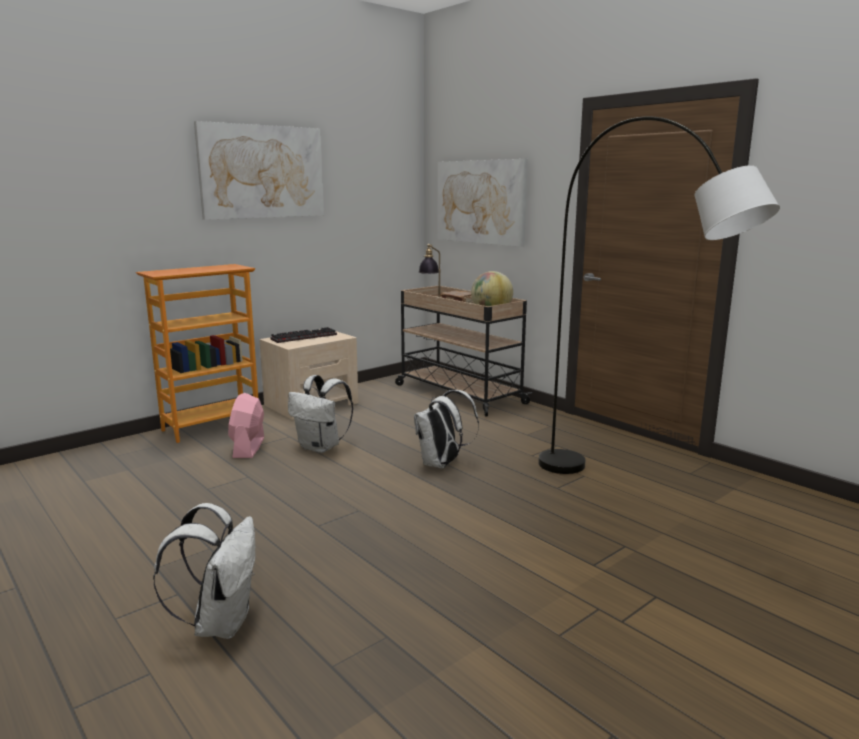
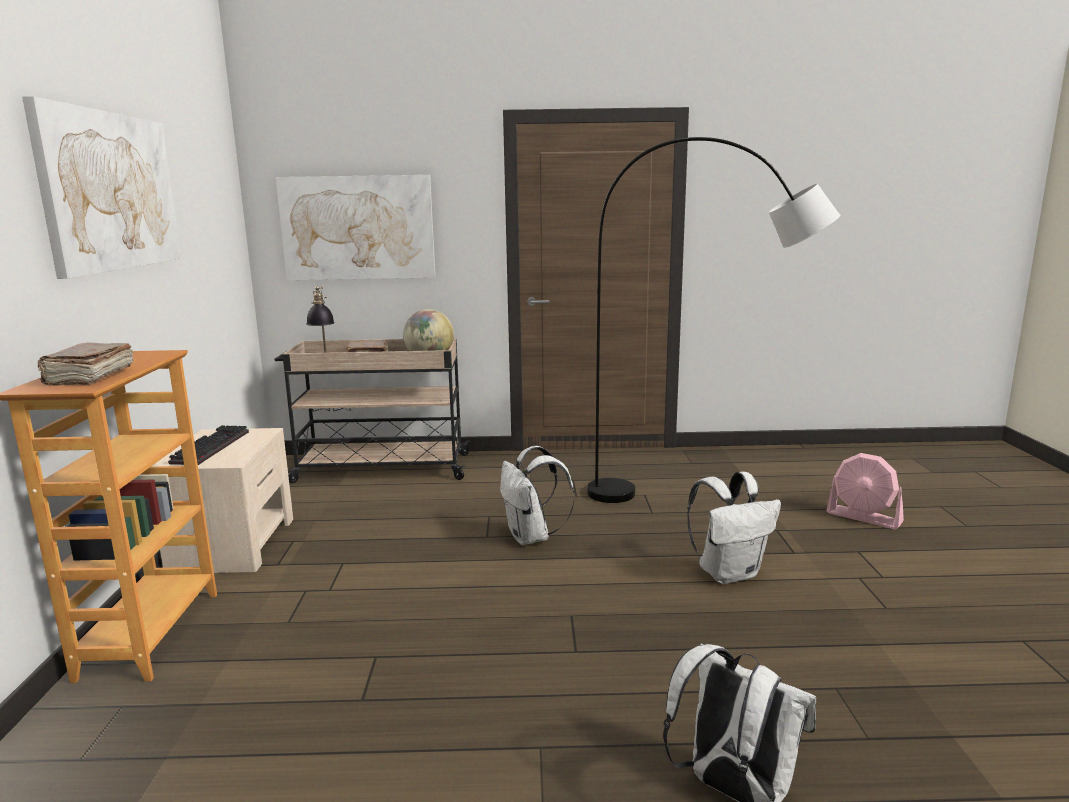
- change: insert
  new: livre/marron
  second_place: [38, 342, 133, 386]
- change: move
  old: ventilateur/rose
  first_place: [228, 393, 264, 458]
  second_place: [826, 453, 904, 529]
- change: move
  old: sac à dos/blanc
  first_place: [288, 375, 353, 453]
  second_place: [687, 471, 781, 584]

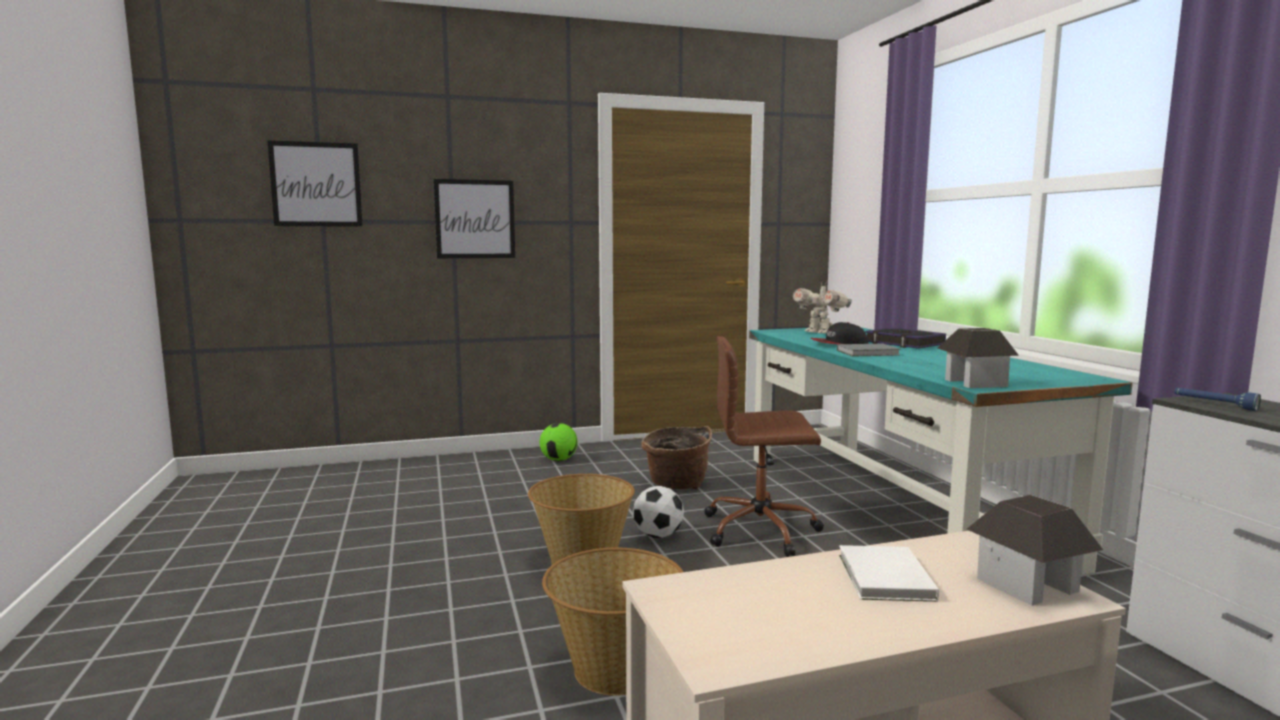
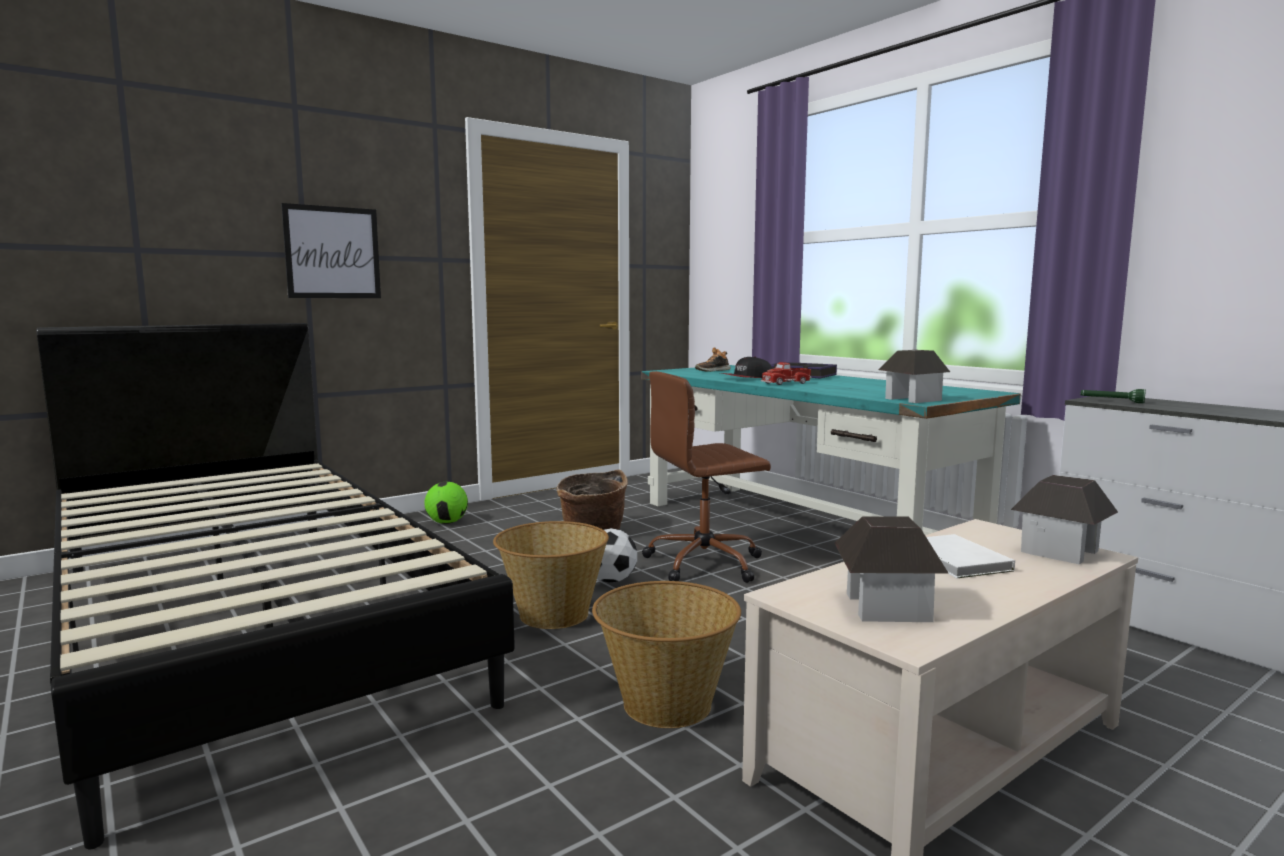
- change: delete
  old: tableau
  first_place: [267, 140, 363, 227]
- change: insert
  new: lit/noir
  second_place: [36, 323, 515, 849]
- change: insert
  new: maison miniature
  second_place: [835, 516, 949, 622]
- change: replace
  old: robot jouet
  new: chaussure
  first_place: [793, 281, 852, 334]
  second_place: [695, 347, 731, 372]
- change: replace
  old: livre/gris
  new: camion jouet
  first_place: [837, 344, 901, 357]
  second_place: [761, 362, 811, 385]
- change: recolor
  old: lampe de poche/bleu
  new: lampe de poche/vert
  first_place: [1175, 388, 1261, 411]
  second_place: [1080, 389, 1146, 403]

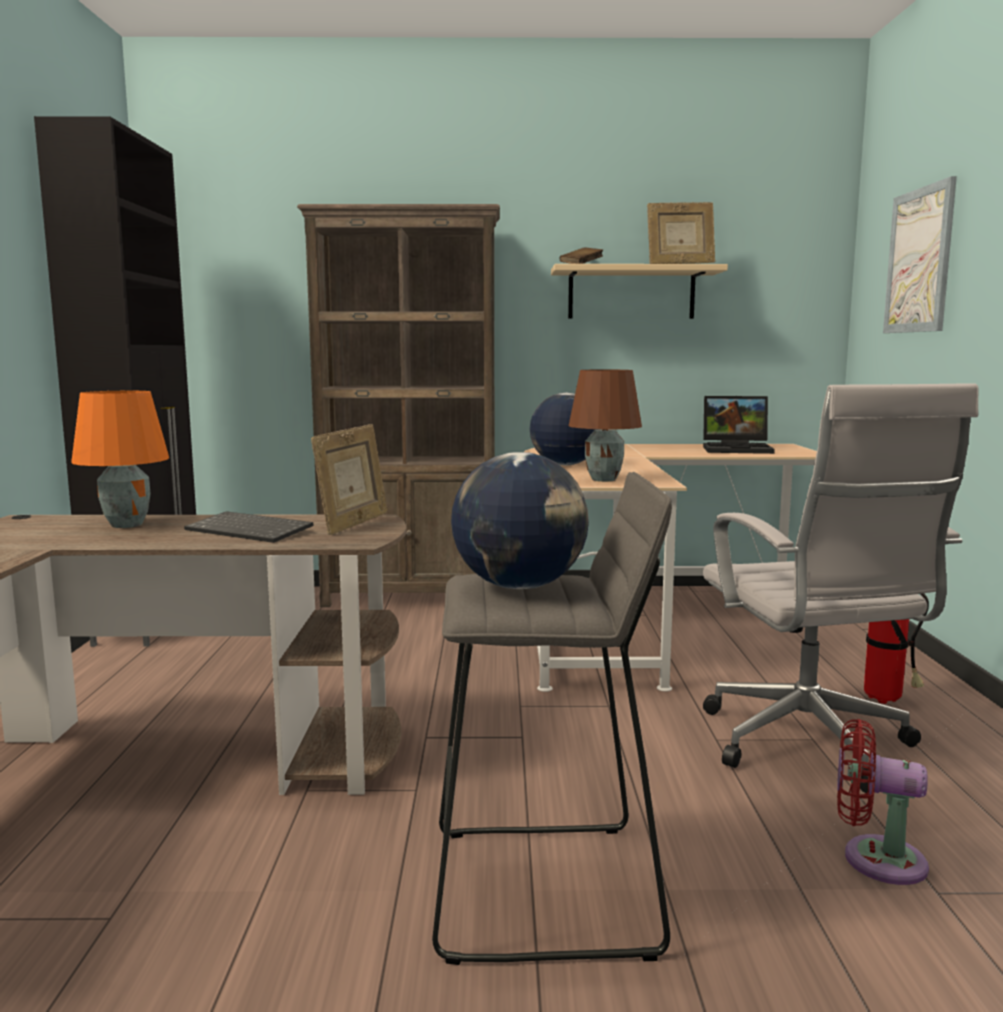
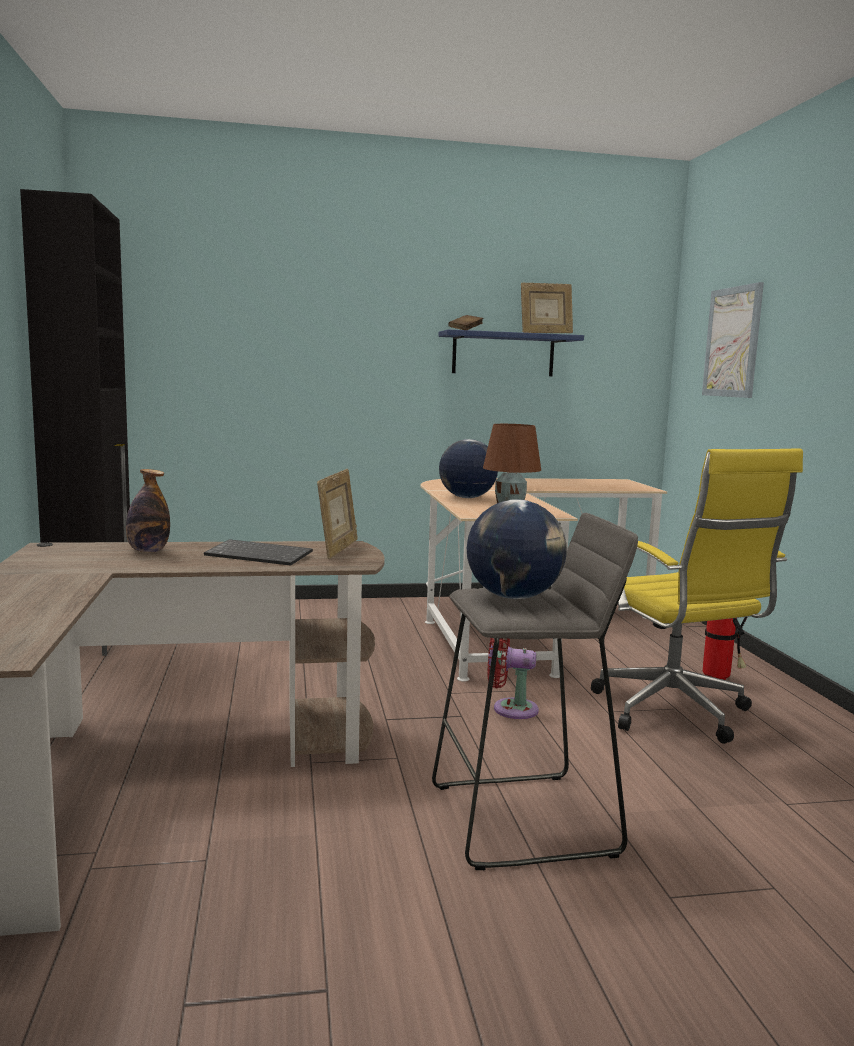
- change: delete
  old: bibliothèque/marron
  first_place: [297, 204, 500, 607]
- change: delete
  old: ordinateur portable
  first_place: [703, 396, 775, 454]
- change: move
  old: ventilateur/rouge
  first_place: [837, 719, 929, 885]
  second_place: [487, 638, 539, 719]
- change: replace
  old: lampe de table/orange
  new: bouteille
  first_place: [71, 391, 169, 528]
  second_place: [126, 469, 170, 552]
- change: recolor
  old: étagère/beige
  new: étagère/bleu
  first_place: [551, 264, 728, 319]
  second_place: [438, 329, 584, 376]
- change: recolor
  old: chaise de bureau/blanc
  new: chaise de bureau/jaune
  first_place: [703, 383, 979, 793]
  second_place: [591, 449, 803, 744]

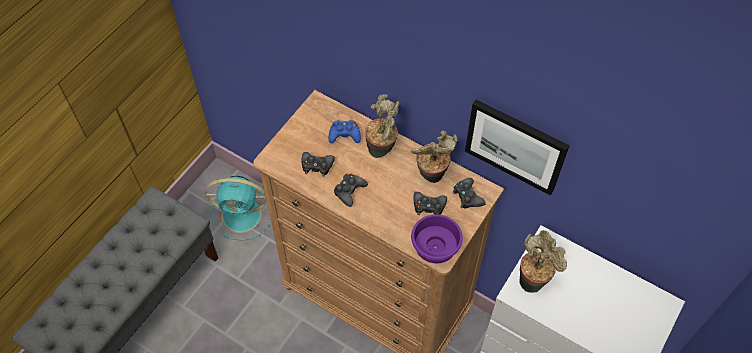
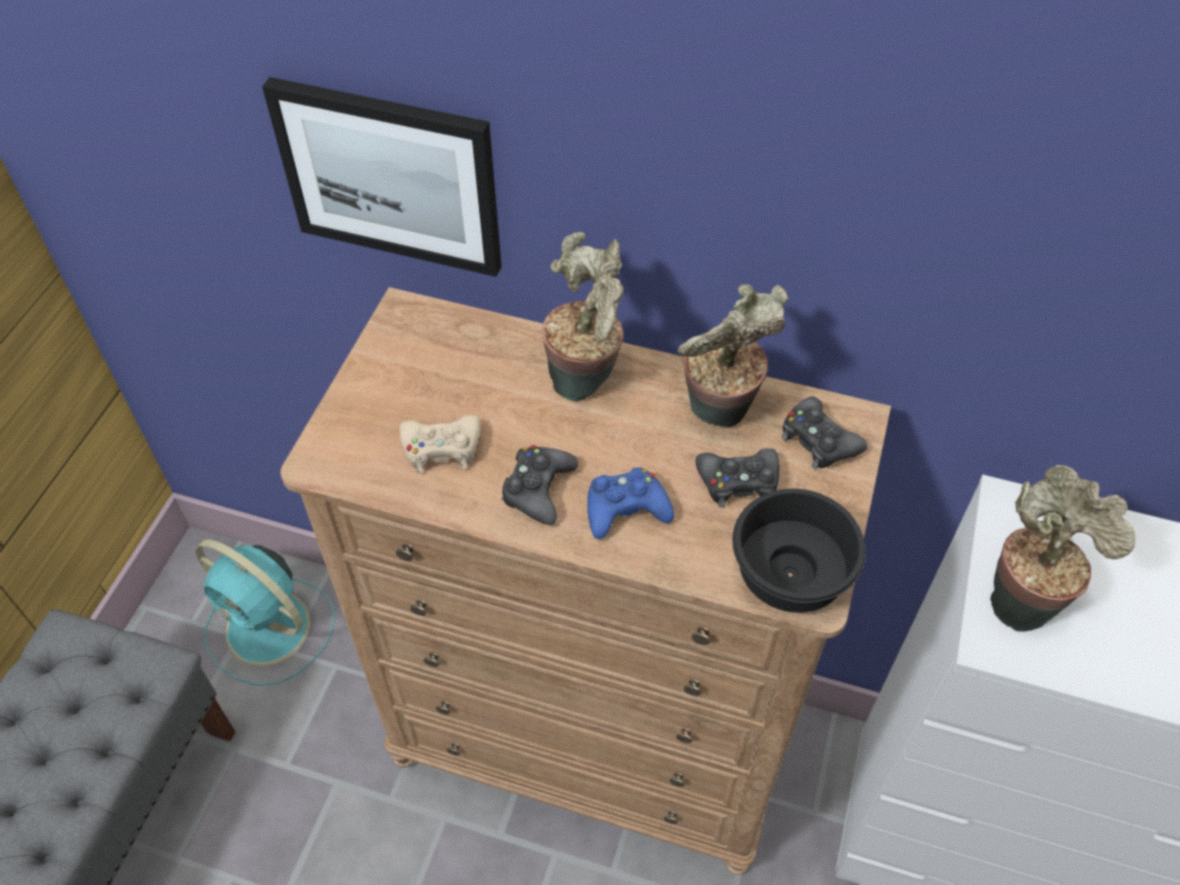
- change: move
  old: manette/bleu
  first_place: [328, 120, 361, 143]
  second_place: [587, 467, 674, 539]
- change: move
  old: tableau
  first_place: [465, 99, 570, 196]
  second_place: [262, 77, 502, 277]
- change: recolor
  old: manette/noir
  new: manette/beige
  first_place: [302, 152, 335, 177]
  second_place: [400, 415, 481, 473]
- change: recolor
  old: bol/violet
  new: bol/noir
  first_place: [411, 214, 463, 263]
  second_place: [732, 489, 866, 613]
- change: rotate
  old: ventilateur/turquoise
  first_place: [205, 176, 271, 240]
  second_place: [195, 539, 335, 686]
  degrees: 45

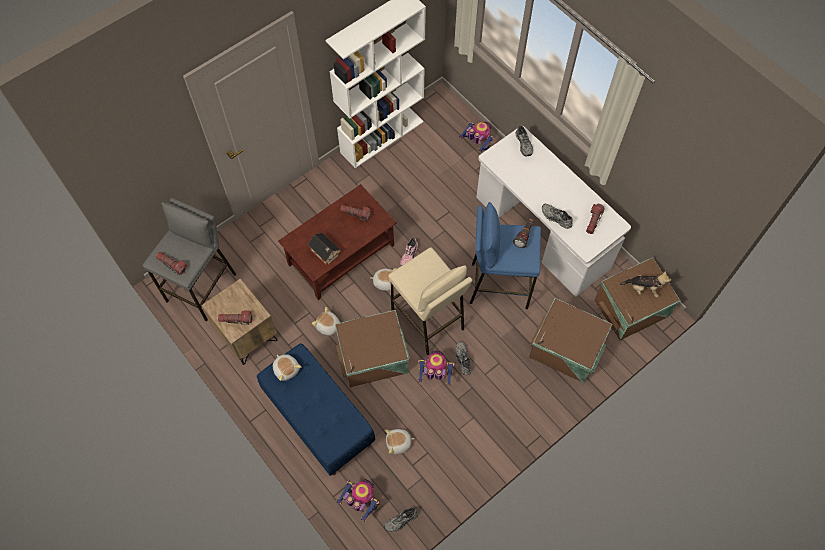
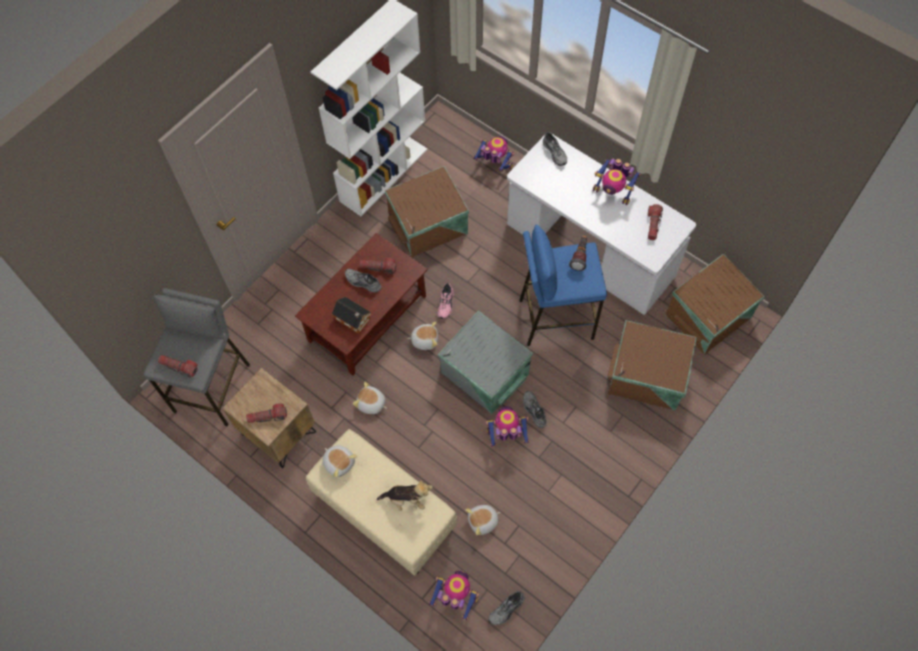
- change: insert
  new: robot jouet
  second_place: [593, 159, 641, 205]
- change: move
  old: boîte de rangement/marron
  first_place: [335, 310, 410, 388]
  second_place: [384, 166, 469, 258]
- change: move
  old: chaussure/gris
  first_place: [542, 204, 573, 229]
  second_place: [345, 269, 382, 293]
- change: move
  old: peluche
  first_place: [620, 271, 671, 297]
  second_place: [377, 480, 433, 511]
- change: replace
  old: tabouret/beige
  new: boîte de rangement/gris
  first_place: [388, 247, 472, 355]
  second_place: [438, 310, 533, 415]
- change: recolor
  old: banc/bleu
  new: banc/beige
  first_place: [257, 343, 375, 476]
  second_place: [306, 429, 457, 576]

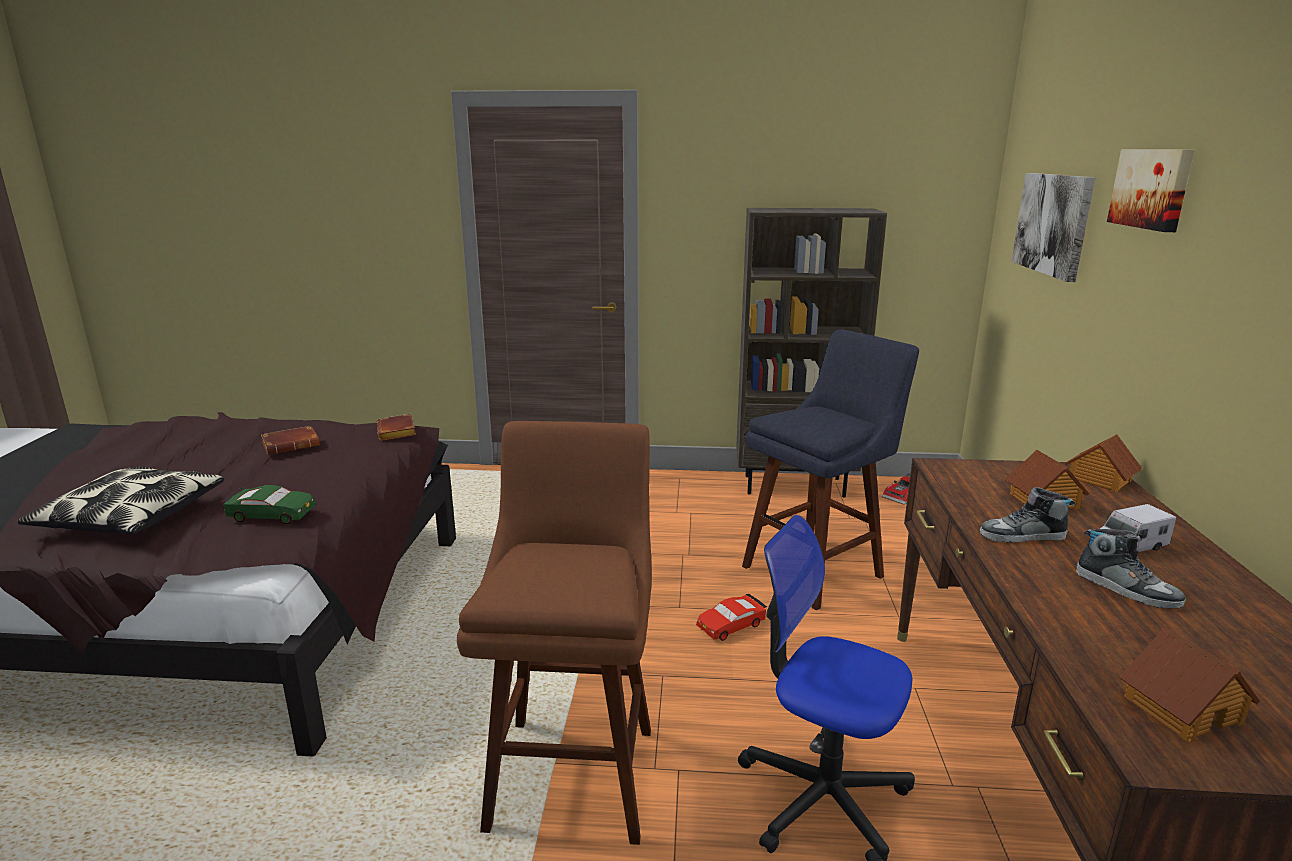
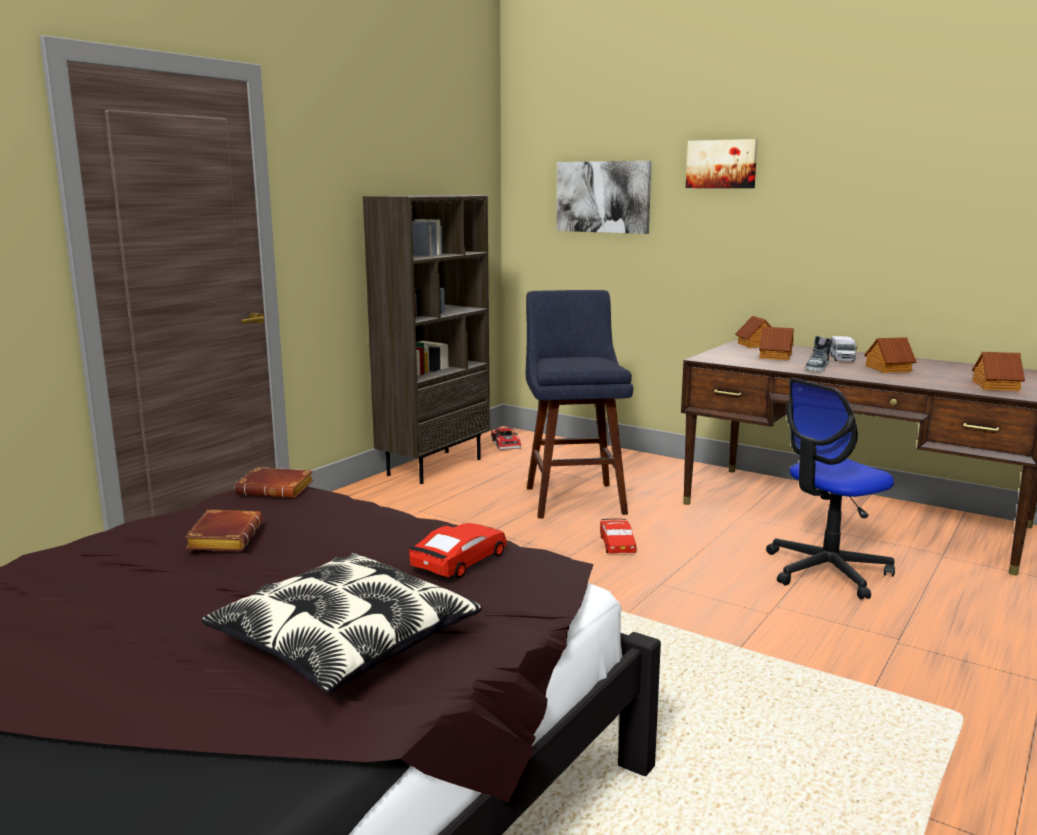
- change: delete
  old: tabouret/marron
  first_place: [457, 421, 652, 845]
- change: replace
  old: chaussure
  new: maison miniature
  first_place: [1076, 529, 1186, 609]
  second_place: [864, 337, 916, 373]
- change: recolor
  old: petite voiture/vert
  new: petite voiture/rouge
  first_place: [221, 485, 316, 524]
  second_place: [408, 523, 507, 578]

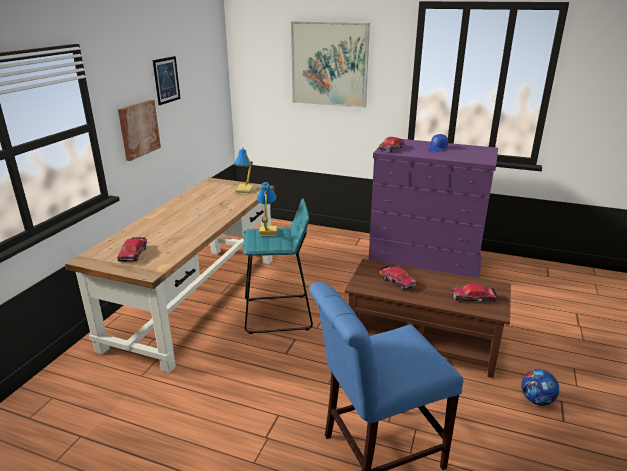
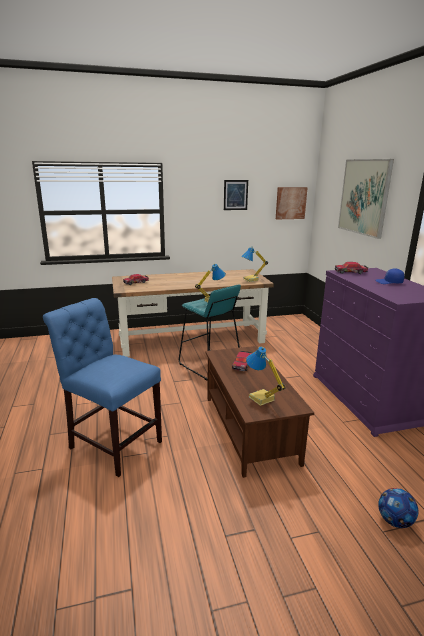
- change: move
  old: tableau
  first_place: [118, 100, 161, 161]
  second_place: [276, 187, 308, 219]
- change: move
  old: ballon de foot
  first_place: [521, 369, 559, 406]
  second_place: [378, 488, 418, 528]
- change: replace
  old: petite voiture
  new: lampe de table
  first_place: [452, 284, 497, 303]
  second_place: [246, 347, 286, 406]

